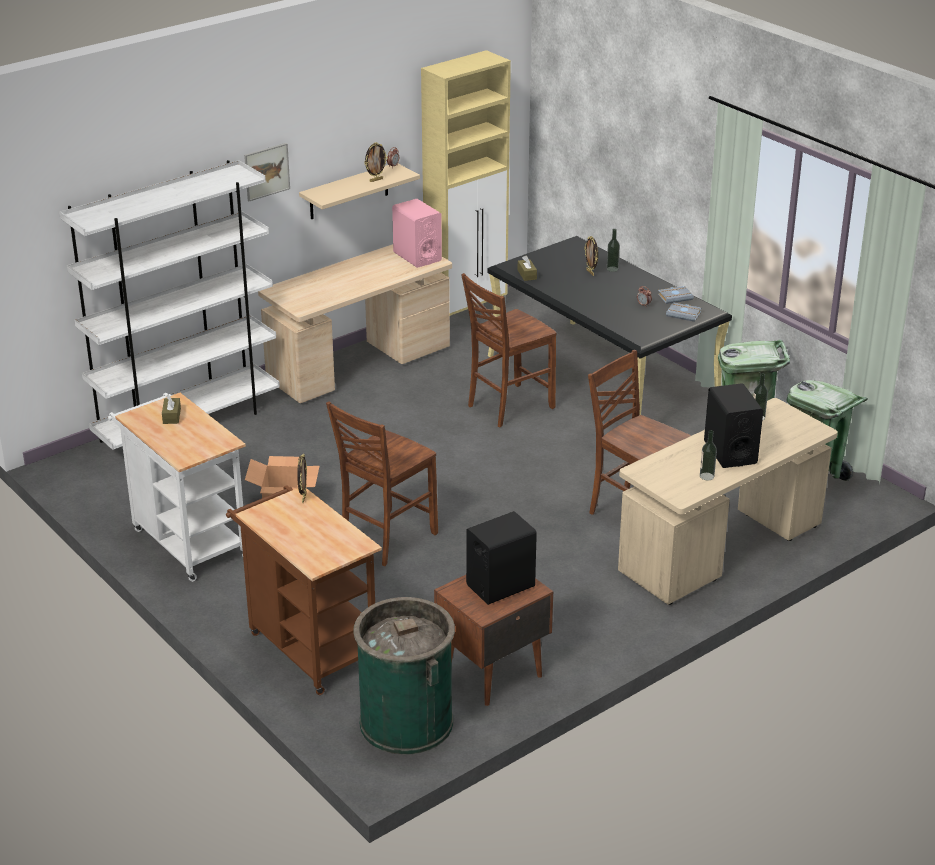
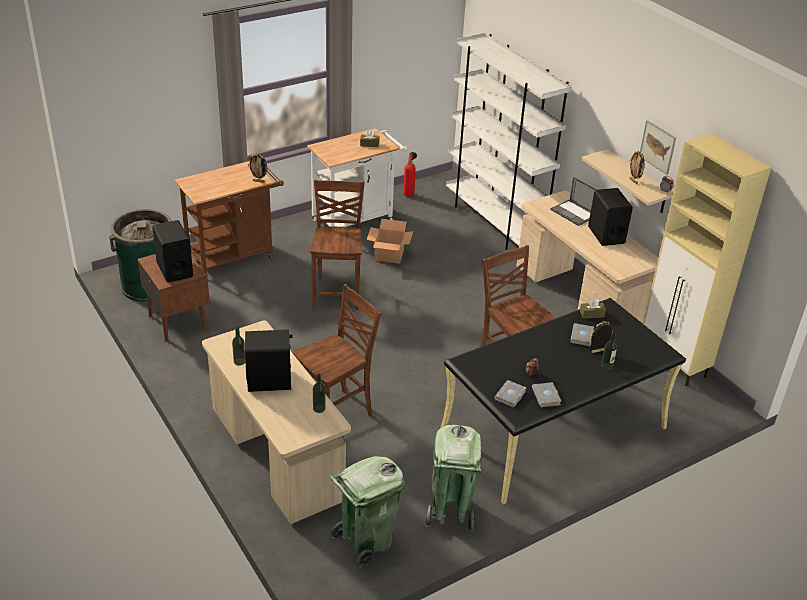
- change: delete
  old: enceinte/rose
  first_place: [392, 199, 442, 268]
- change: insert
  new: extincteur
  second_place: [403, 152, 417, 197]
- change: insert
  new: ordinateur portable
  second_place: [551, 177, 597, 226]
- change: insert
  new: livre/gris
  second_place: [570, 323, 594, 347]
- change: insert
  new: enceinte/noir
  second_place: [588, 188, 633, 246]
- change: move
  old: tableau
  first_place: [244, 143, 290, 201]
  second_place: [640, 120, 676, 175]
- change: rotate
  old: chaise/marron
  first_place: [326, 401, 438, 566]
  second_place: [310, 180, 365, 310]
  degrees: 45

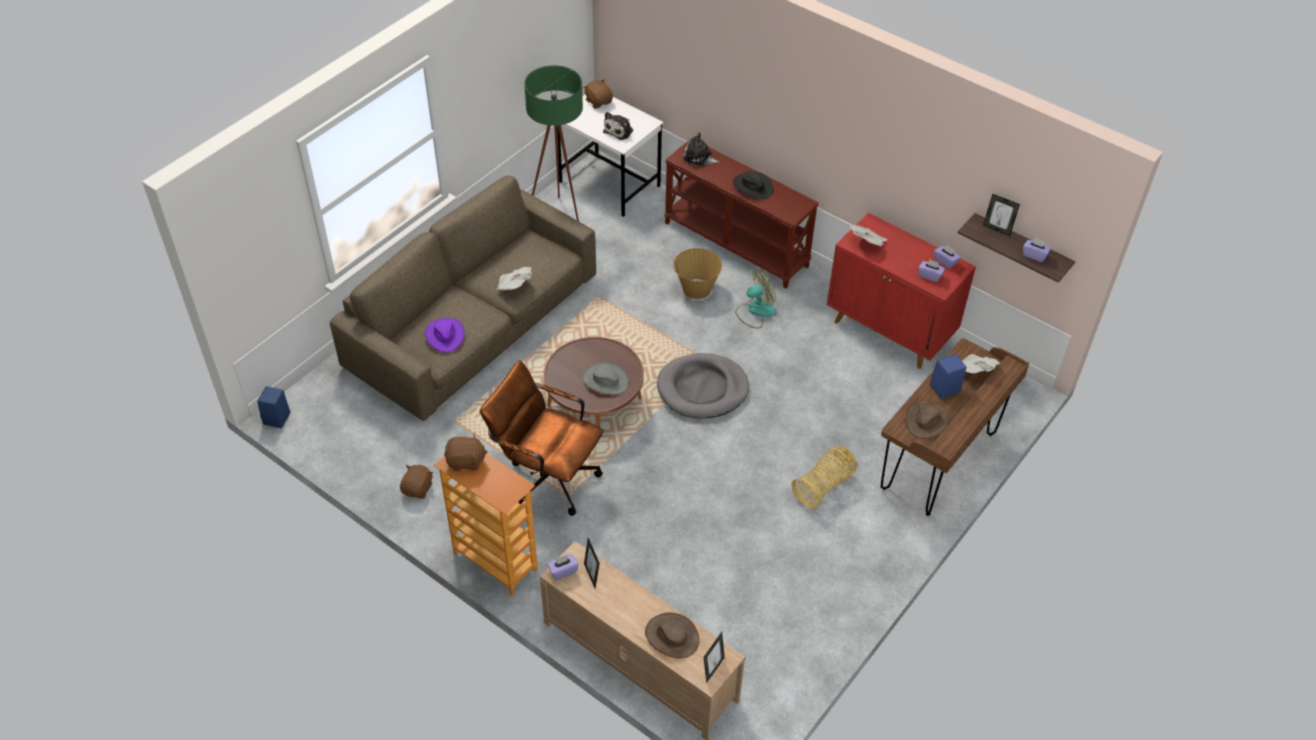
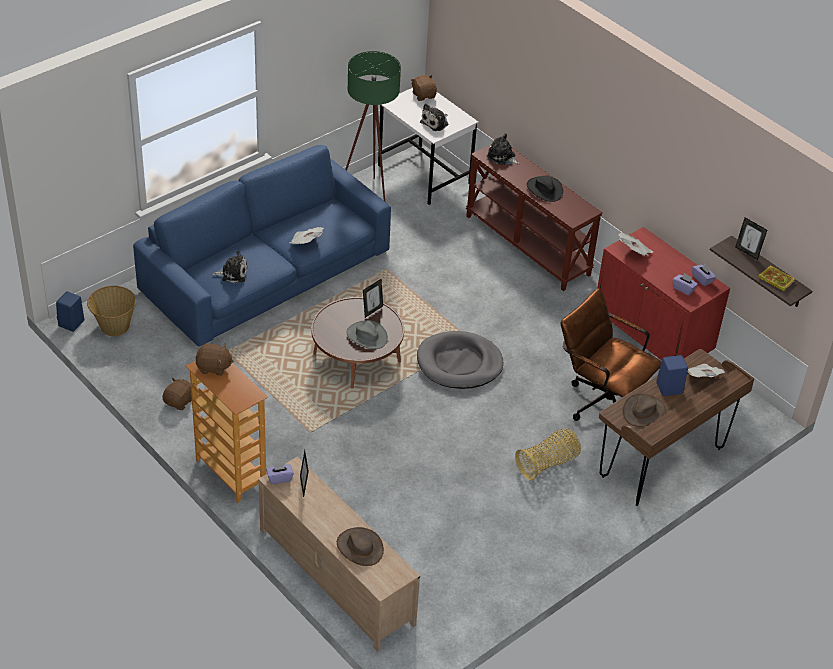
- change: delete
  old: ventilateur
  first_place: [735, 269, 777, 329]
- change: move
  old: chaise de bureau/marron
  first_place: [480, 360, 604, 516]
  second_place: [560, 288, 662, 421]
- change: move
  old: panier
  first_place: [673, 248, 722, 299]
  second_place: [87, 286, 136, 336]
- change: move
  old: cadre photo
  first_place: [704, 632, 725, 683]
  second_place: [363, 279, 383, 318]
- change: replace
  old: chapeau/violet
  new: peluche
  first_place: [425, 318, 465, 353]
  second_place: [212, 251, 248, 283]
- change: replace
  old: boîte à mouchoirs/violet
  new: livre
  first_place: [1023, 238, 1051, 262]
  second_place: [758, 266, 795, 291]
- change: recolor
  old: canapé/marron
  new: canapé/bleu
  first_place: [330, 176, 596, 421]
  second_place: [133, 145, 391, 347]

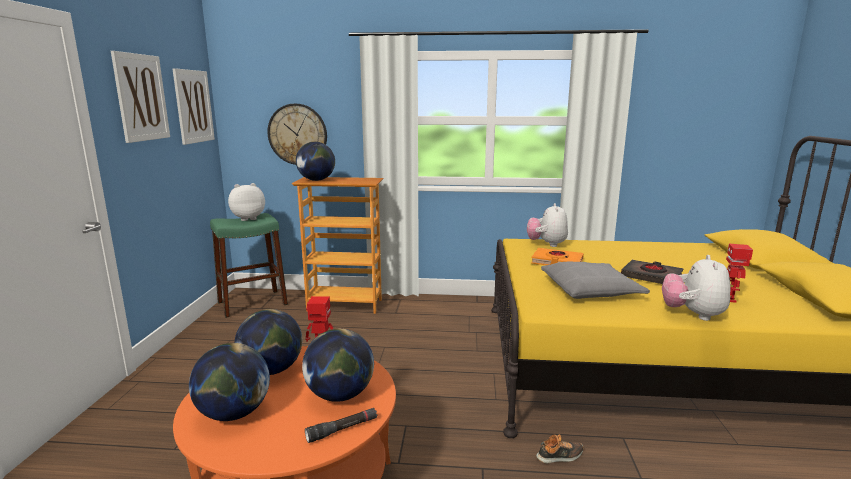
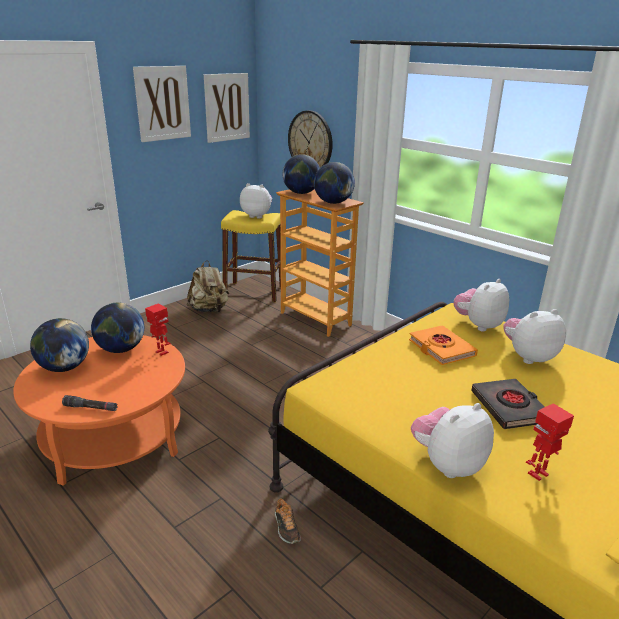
- change: delete
  old: coussin/gris
  first_place: [541, 262, 650, 299]
- change: insert
  new: sac à dos/beige
  second_place: [186, 260, 229, 313]
- change: insert
  new: peluche
  second_place: [503, 309, 566, 364]
- change: move
  old: globe
  first_place: [302, 329, 374, 402]
  second_place: [314, 162, 355, 204]
- change: recolor
  old: tabouret/vert
  new: tabouret/jaune
  first_place: [210, 213, 288, 318]
  second_place: [221, 210, 281, 302]
- change: rotate
  old: chaussure
  first_place: [536, 434, 584, 464]
  second_place: [275, 497, 301, 544]
  degrees: 45

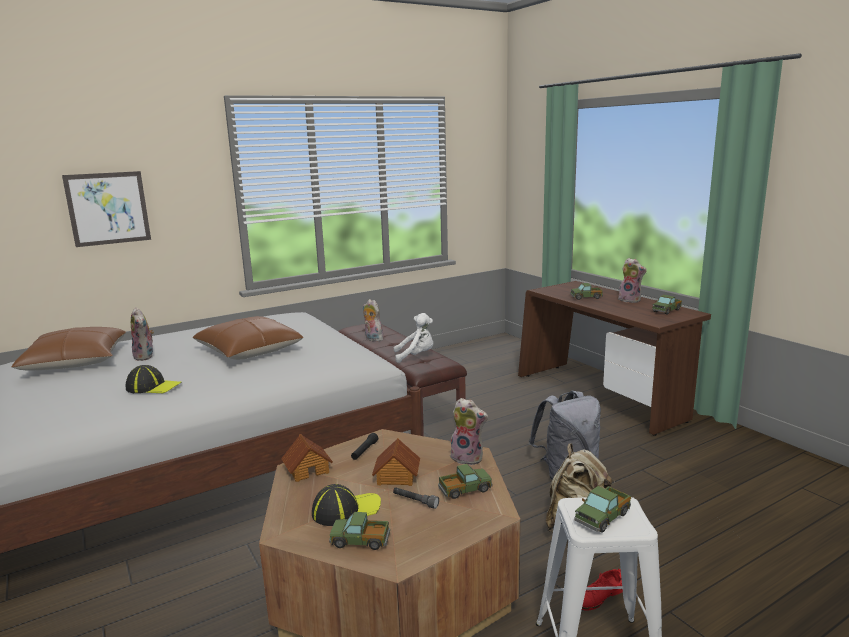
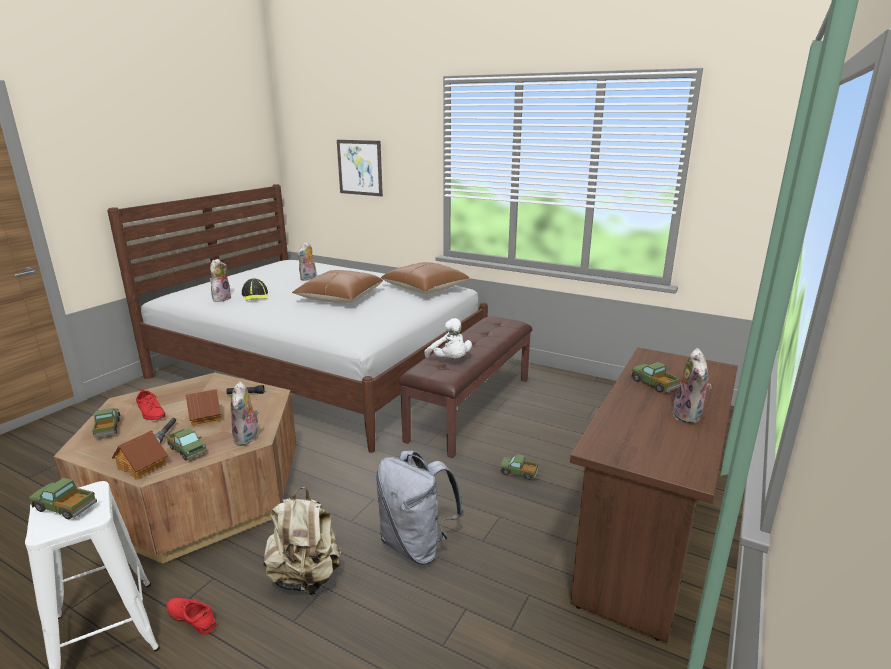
- change: move
  old: coussin/marron
  first_place: [12, 327, 126, 370]
  second_place: [381, 262, 469, 294]
- change: move
  old: maison miniature
  first_place: [281, 434, 333, 482]
  second_place: [112, 430, 168, 480]
- change: move
  old: peluche
  first_place: [363, 299, 386, 342]
  second_place: [210, 258, 231, 302]
- change: move
  old: camion jouet
  first_place: [652, 295, 682, 315]
  second_place: [499, 454, 539, 480]
- change: replace
  old: casquette
  new: chaussure/rouge
  first_place: [312, 484, 381, 526]
  second_place: [136, 389, 166, 420]

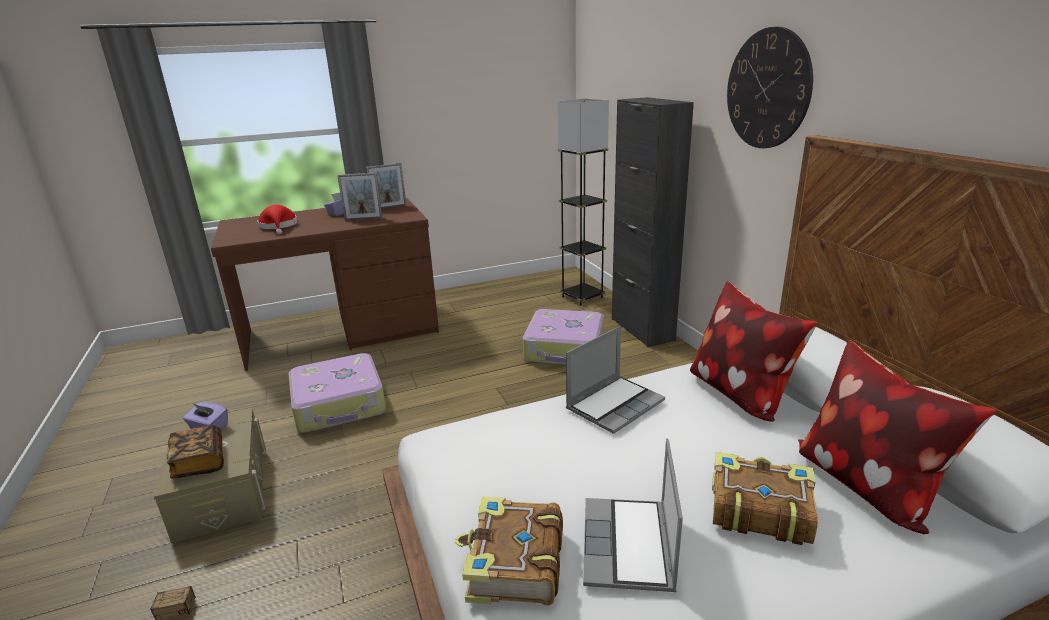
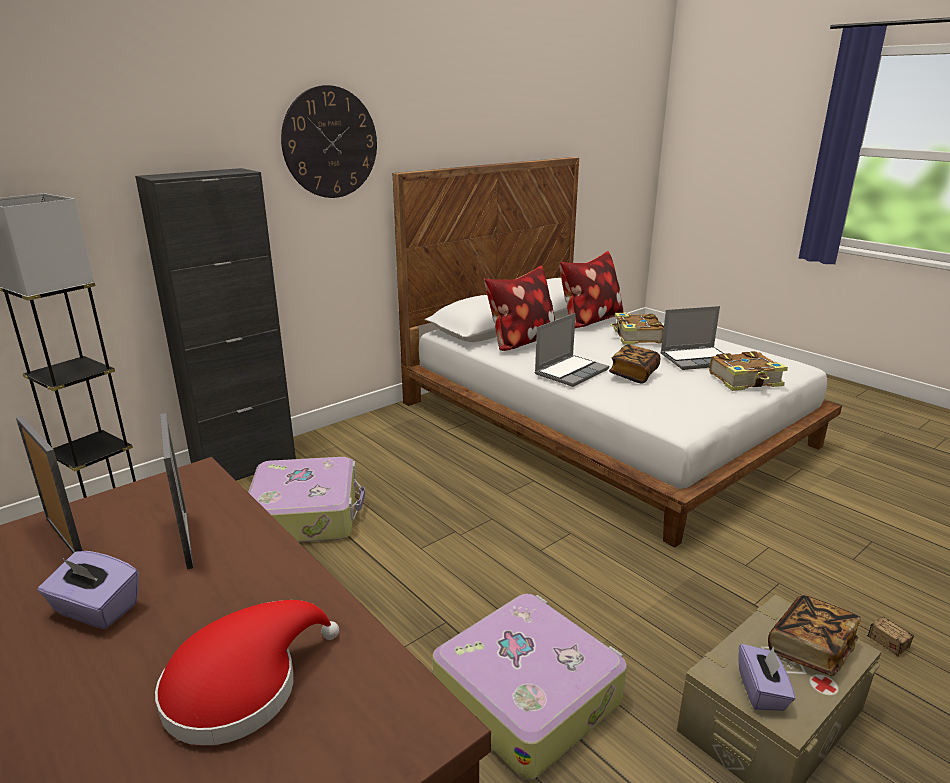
- change: insert
  new: livre
  second_place: [609, 344, 660, 383]
- change: rotate
  old: ordinateur portable
  first_place: [566, 326, 665, 434]
  second_place: [535, 313, 609, 387]
  degrees: 105

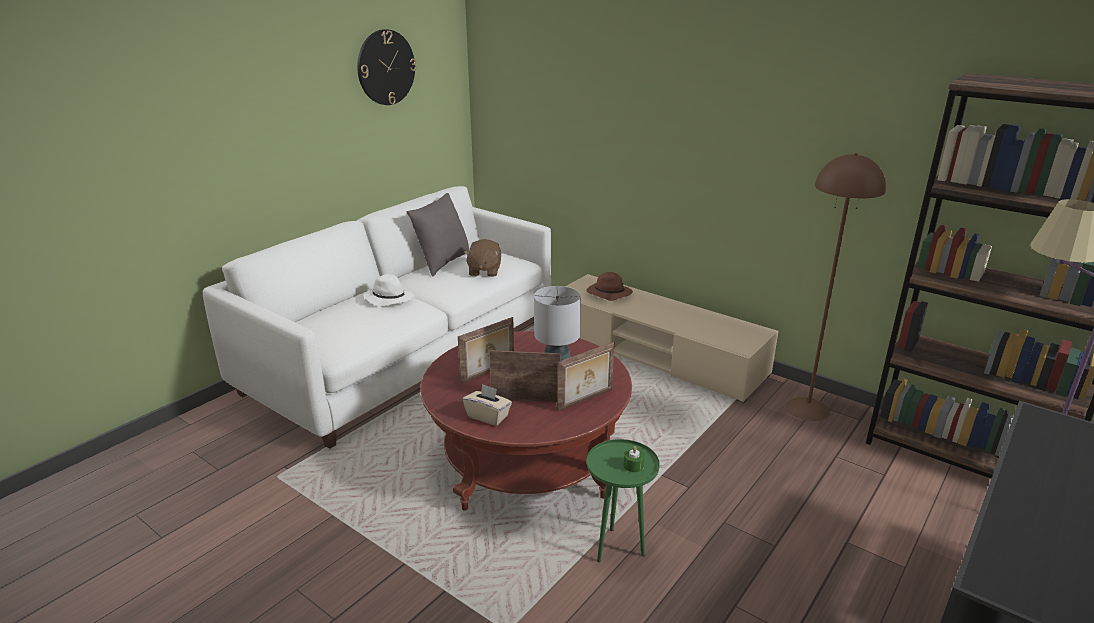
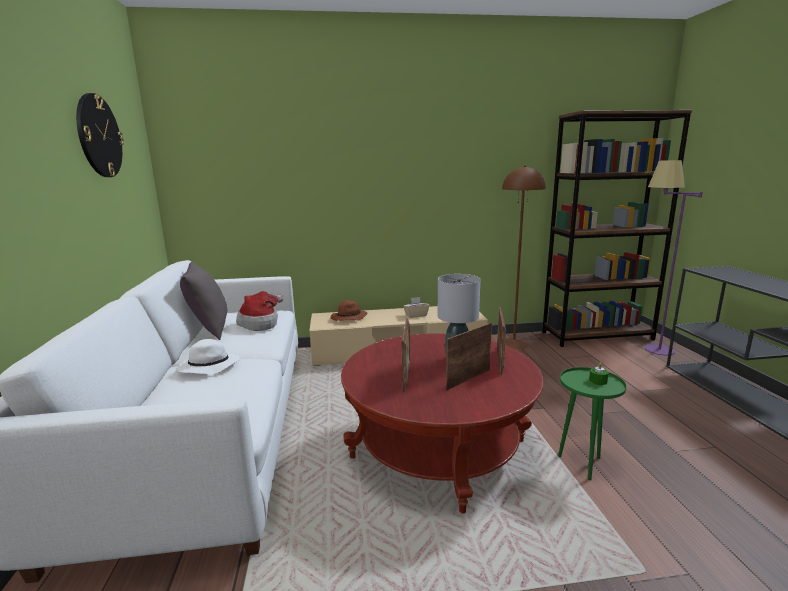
- change: move
  old: boîte à mouchoirs/beige
  first_place: [463, 384, 512, 426]
  second_place: [403, 297, 429, 318]
- change: replace
  old: peluche/marron
  new: chapeau
  first_place: [464, 239, 501, 277]
  second_place: [236, 291, 284, 331]

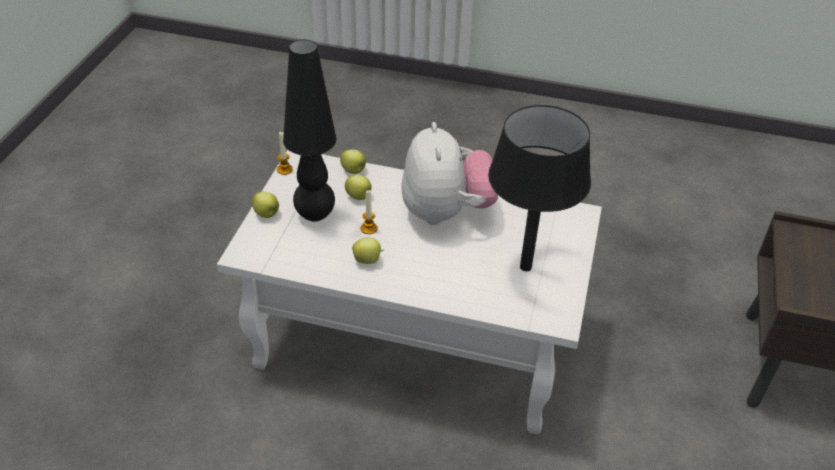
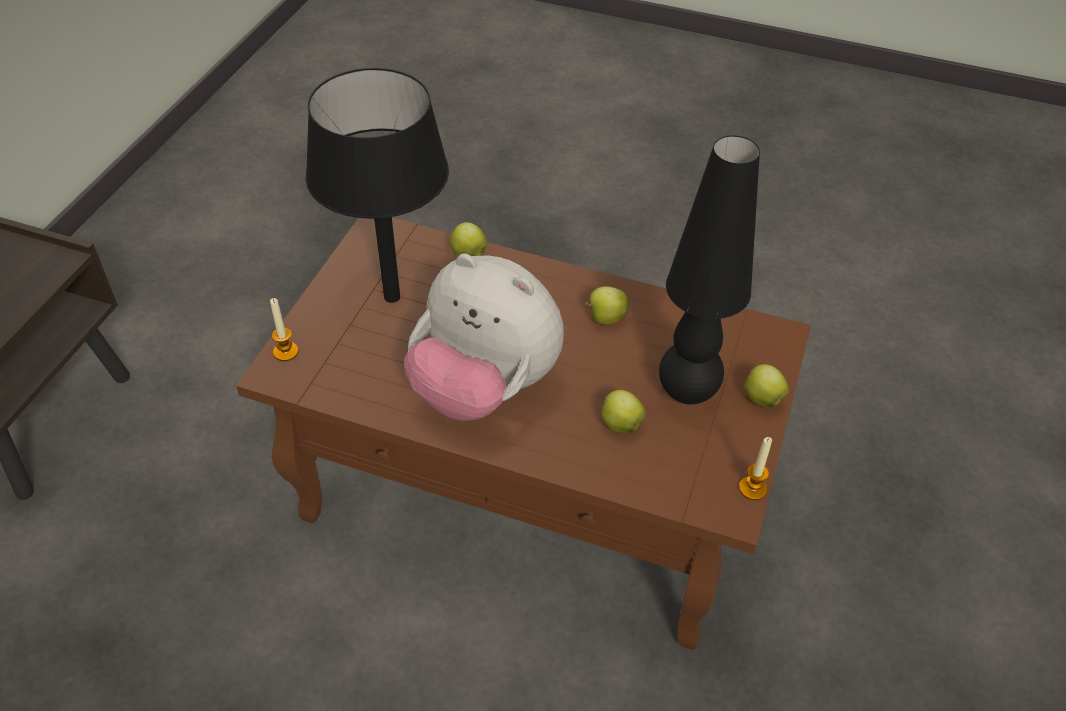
- change: move
  old: pomme
  first_place: [340, 149, 366, 174]
  second_place: [450, 222, 487, 256]
- change: move
  old: bougie
  first_place: [361, 190, 378, 234]
  second_place: [270, 298, 299, 361]
- change: recolor
  old: table basse/blanc
  new: table basse/marron
  first_place: [217, 150, 602, 434]
  second_place: [236, 218, 811, 650]
- change: rotate
  old: peluche
  first_place: [402, 122, 498, 225]
  second_place: [404, 253, 564, 421]
  degrees: -60

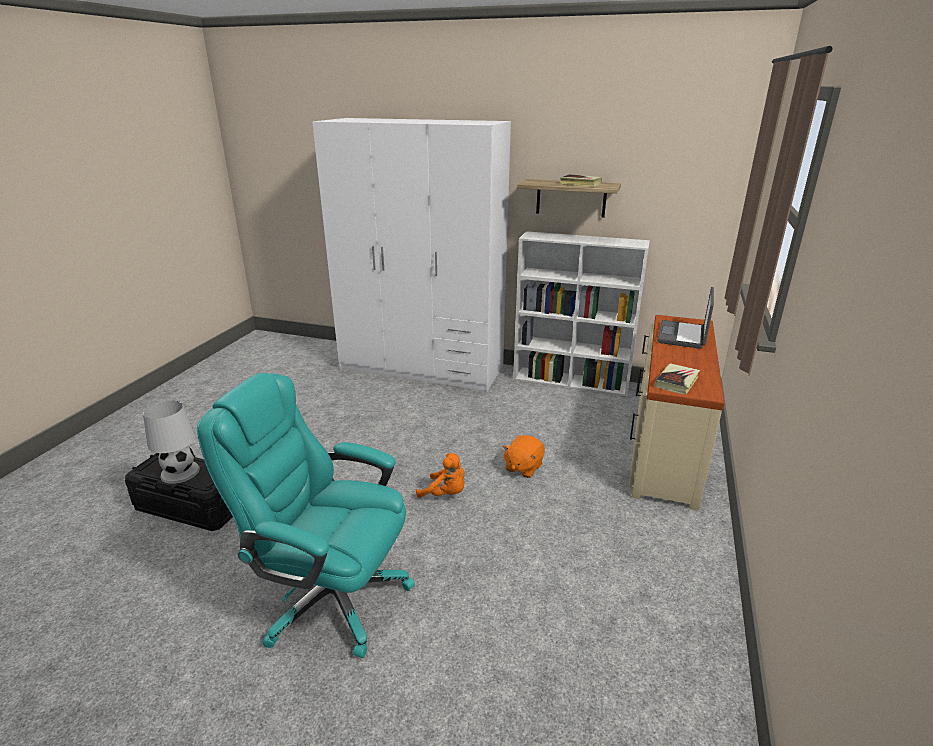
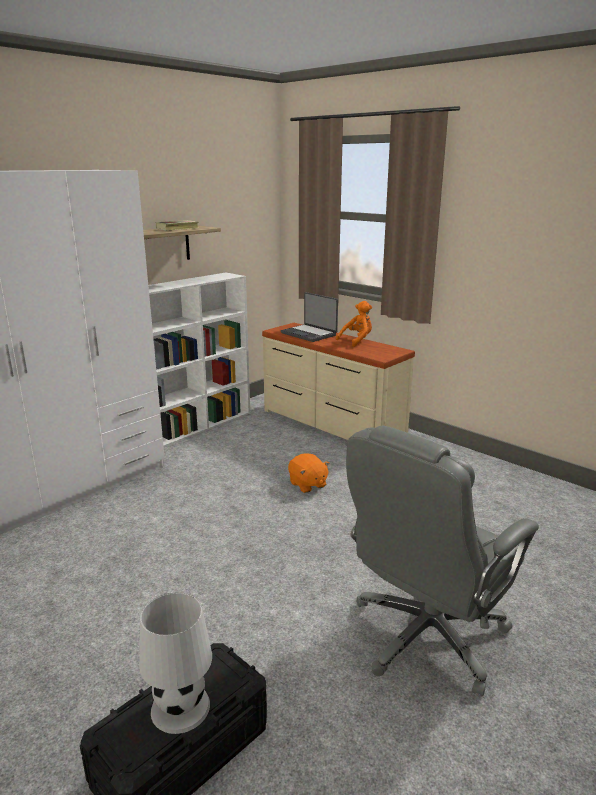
- change: delete
  old: livre
  first_place: [655, 363, 700, 395]
- change: move
  old: peluche/orange
  first_place: [416, 453, 465, 498]
  second_place: [336, 301, 372, 347]
- change: recolor
  old: chaise de bureau/turquoise
  new: chaise de bureau/gris
  first_place: [197, 373, 415, 658]
  second_place: [346, 426, 539, 696]

